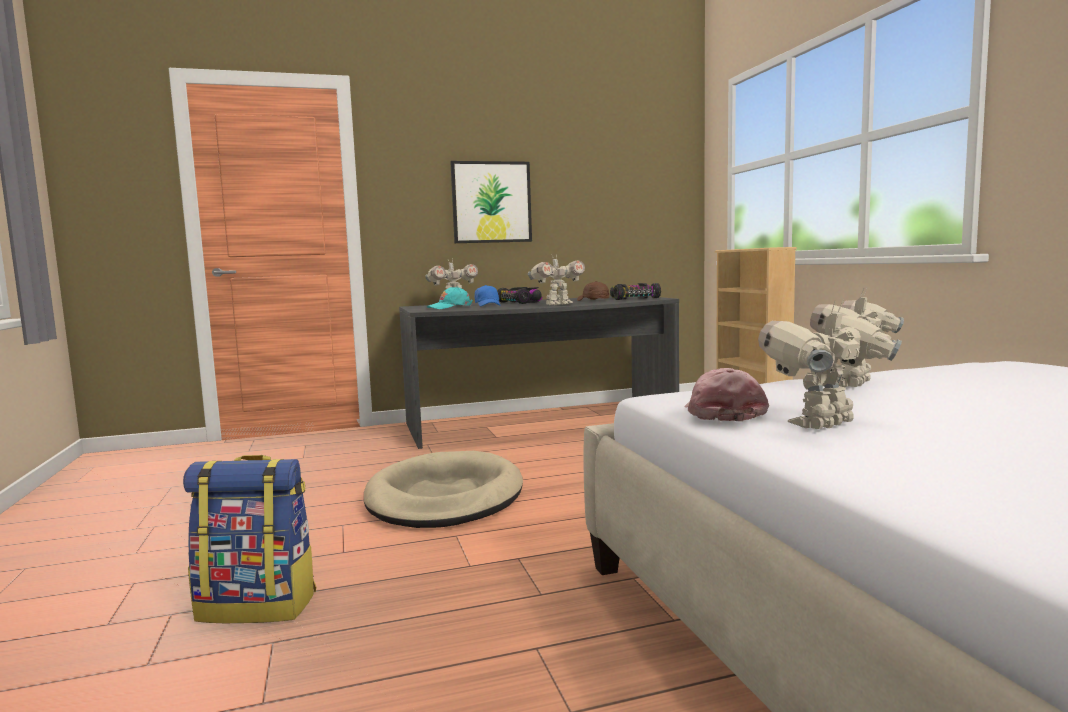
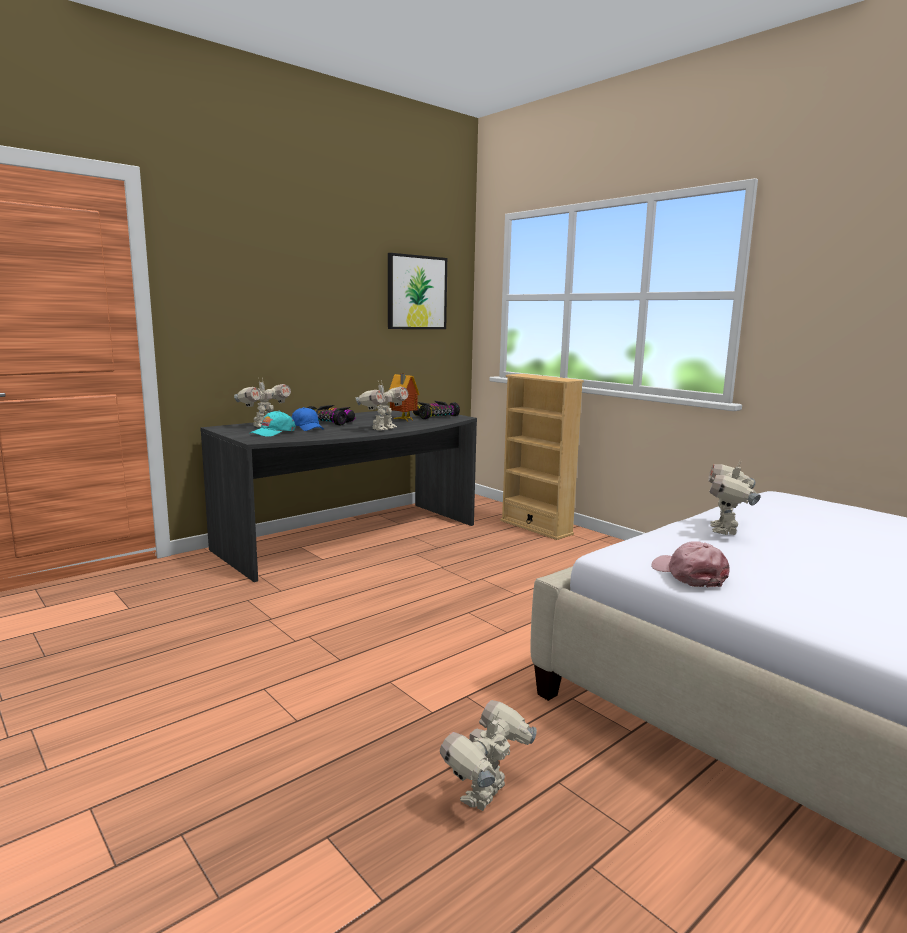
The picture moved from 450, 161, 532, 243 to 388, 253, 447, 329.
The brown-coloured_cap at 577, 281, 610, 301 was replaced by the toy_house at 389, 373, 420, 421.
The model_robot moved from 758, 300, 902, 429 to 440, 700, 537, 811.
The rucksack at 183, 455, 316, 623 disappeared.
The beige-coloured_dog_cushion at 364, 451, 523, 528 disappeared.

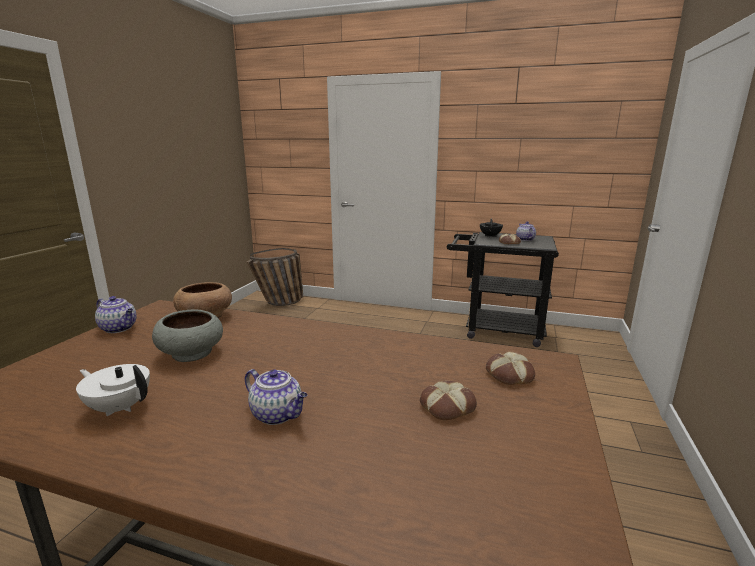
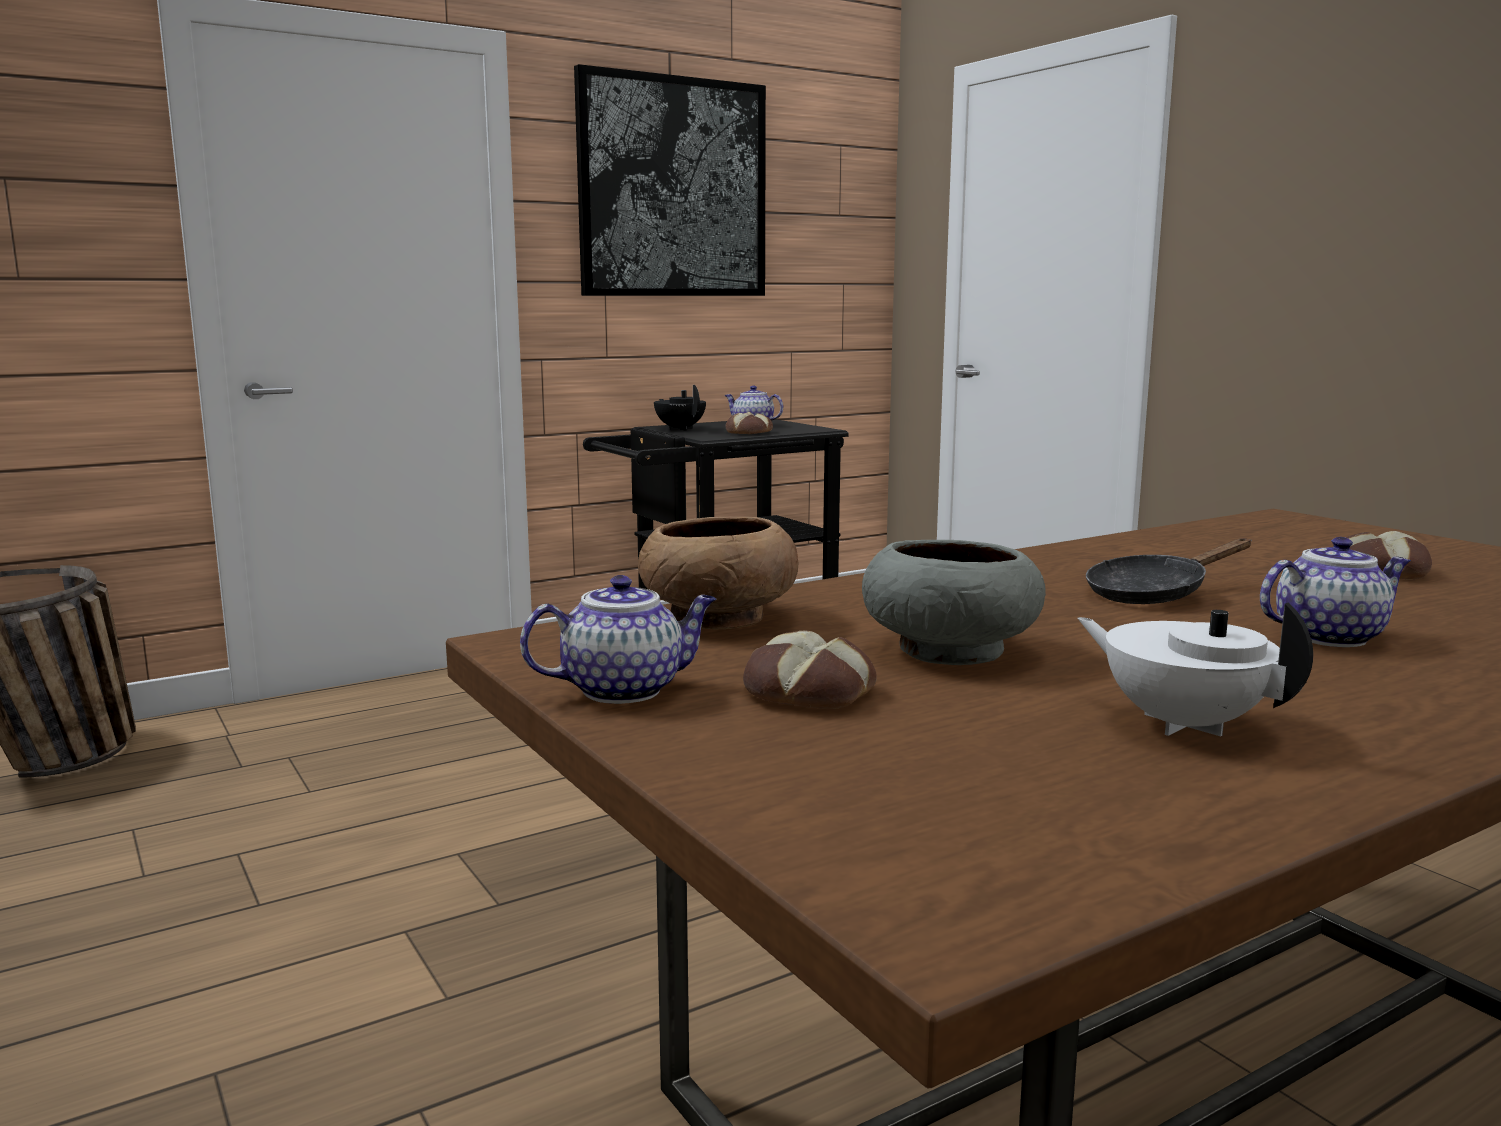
The picture at 574, 64, 766, 296 appeared.
The bakery_bread moved from 486, 351, 535, 385 to 743, 631, 877, 709.
The white_teapot at 76, 364, 150, 416 turned 75 degrees clockwise.
The blackish_pan at 1086, 538, 1252, 604 appeared.

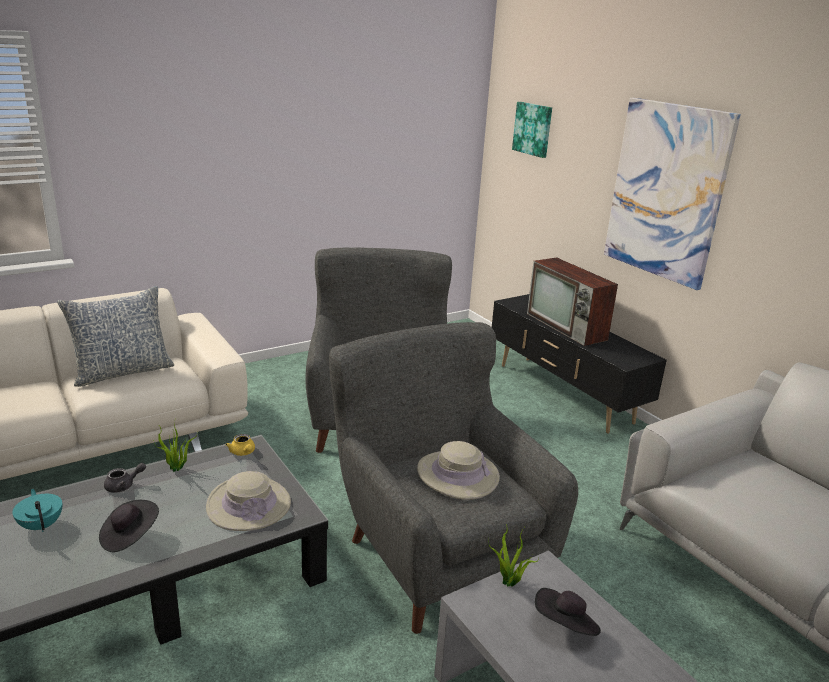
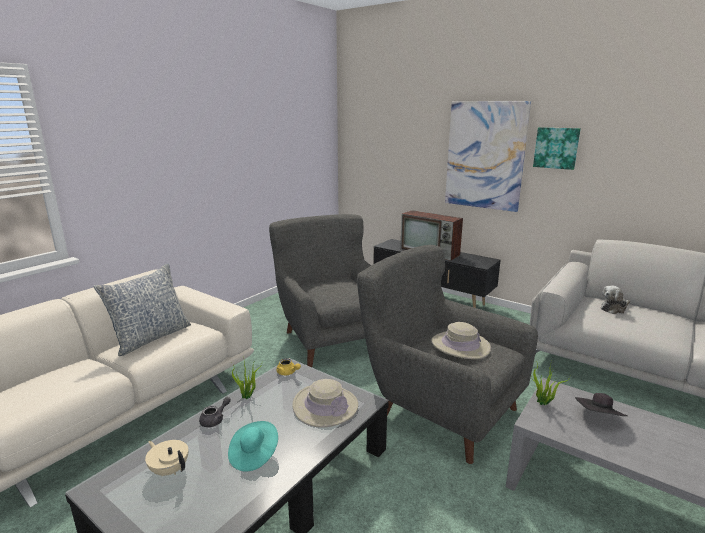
The turquoise-coloured_teapot at 12, 489, 62, 532 became the beige-coloured_teapot at 145, 440, 188, 476.
The blackish_wearable_hat at 99, 500, 159, 552 became the turquoise-coloured_wearable_hat at 228, 421, 278, 472.
The picture moved from 512, 102, 552, 158 to 533, 127, 581, 170.
The plush_toy at 601, 286, 630, 314 appeared.

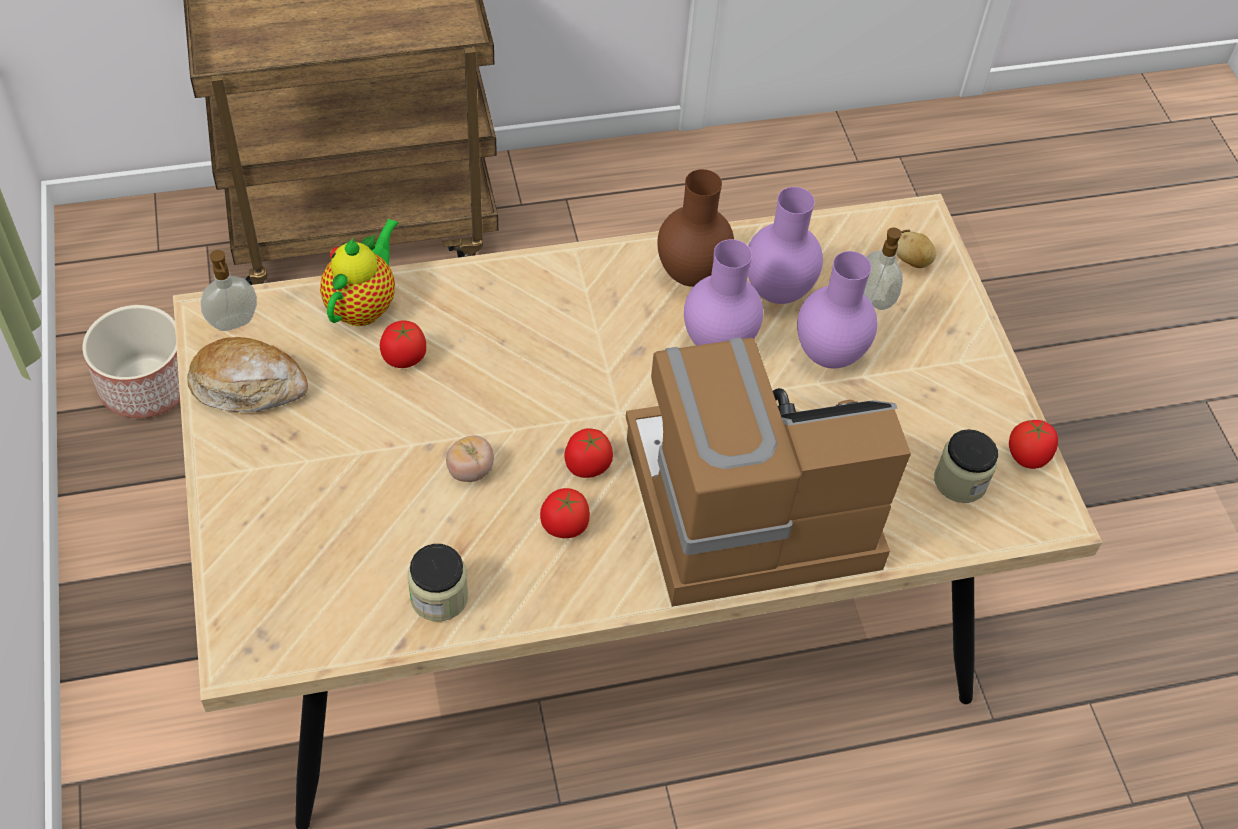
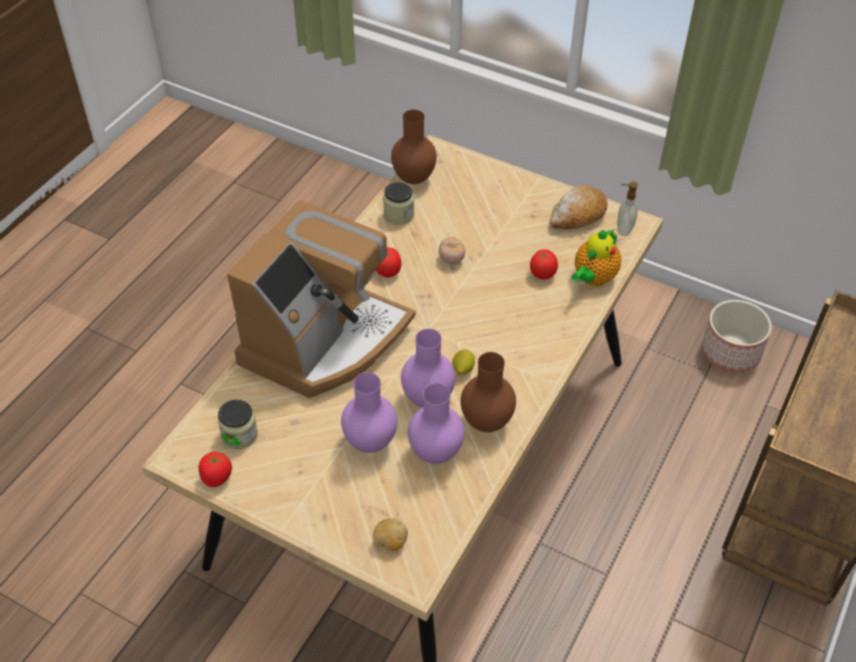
The brown-coloured_decorative_vase at 391, 110, 437, 184 appeared.
The whole_lemon at 452, 349, 475, 375 appeared.
The teapot at 320, 218, 399, 326 turned 60 degrees clockwise.
The fresh_tomato at 564, 428, 613, 478 disappeared.
The soap_bottle at 864, 228, 910, 310 disappeared.

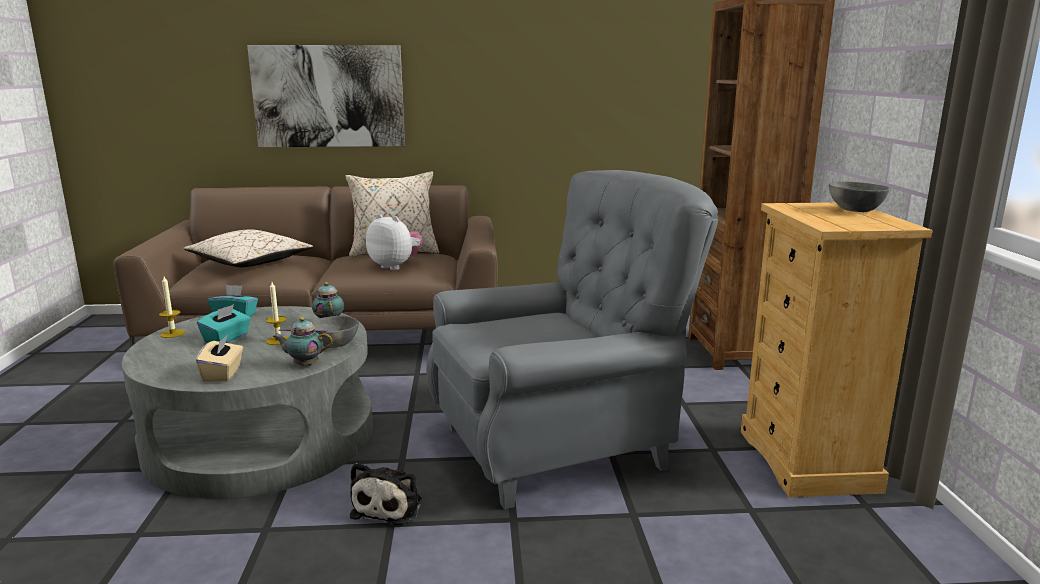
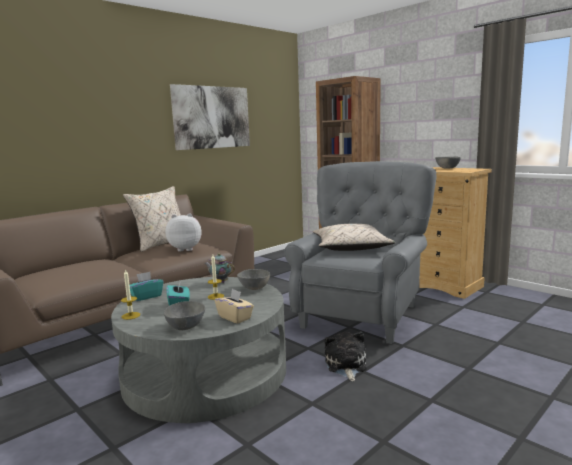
The greyish_bowl at 164, 301, 205, 330 appeared.
The picture moved from 247, 45, 405, 147 to 170, 84, 250, 150.
The beige-coloured_pillow moved from 183, 229, 313, 267 to 313, 224, 395, 251.
The plush_toy at 350, 463, 422, 525 turned 150 degrees counterclockwise.
The teapot at 273, 317, 333, 366 disappeared.

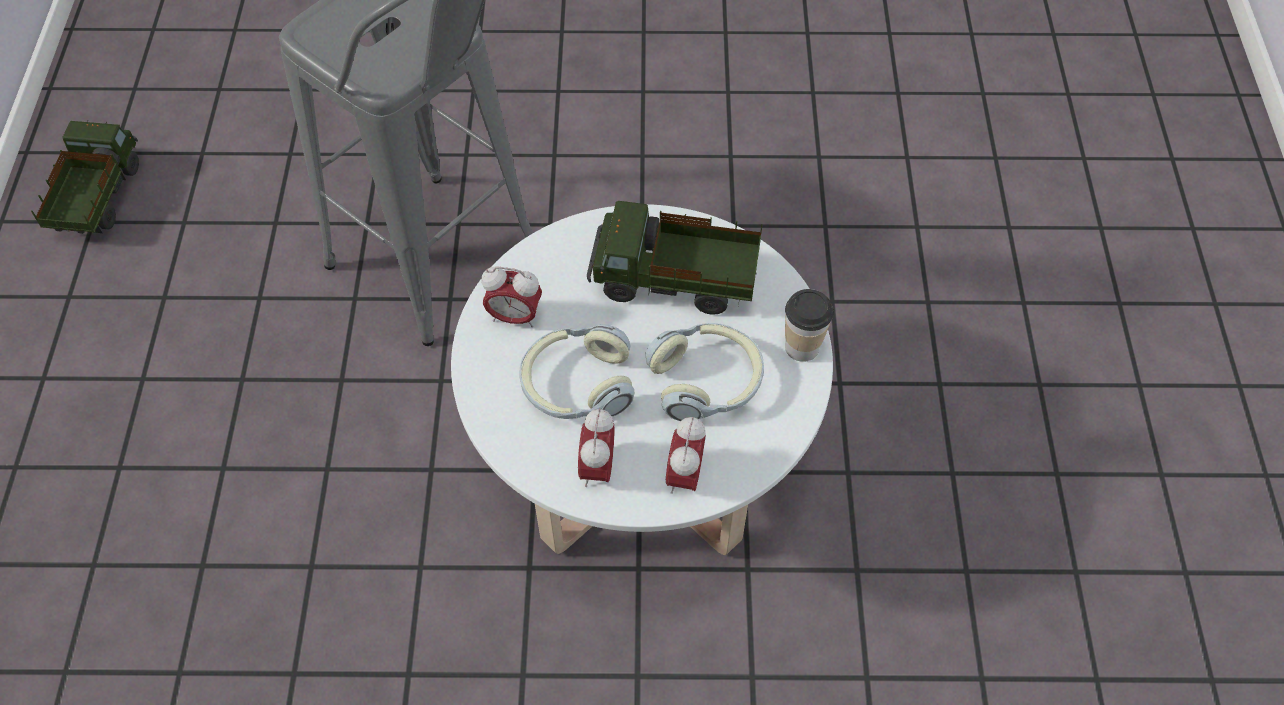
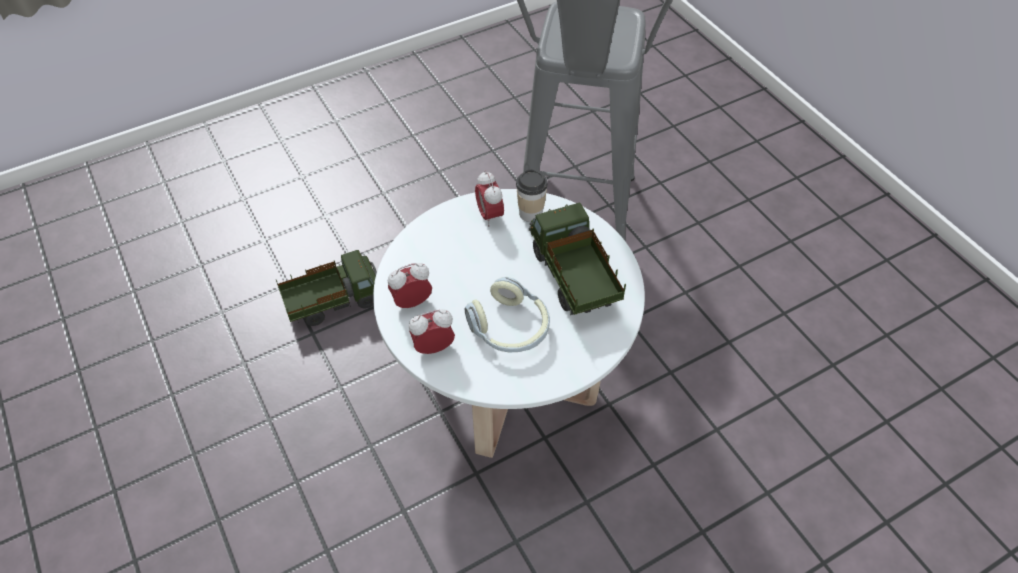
The toy_lorry moved from 31, 120, 139, 234 to 276, 250, 377, 326.
The drinking_cup moved from 785, 289, 833, 362 to 516, 170, 548, 222.
The pair_of_headphones at 520, 324, 634, 419 disappeared.

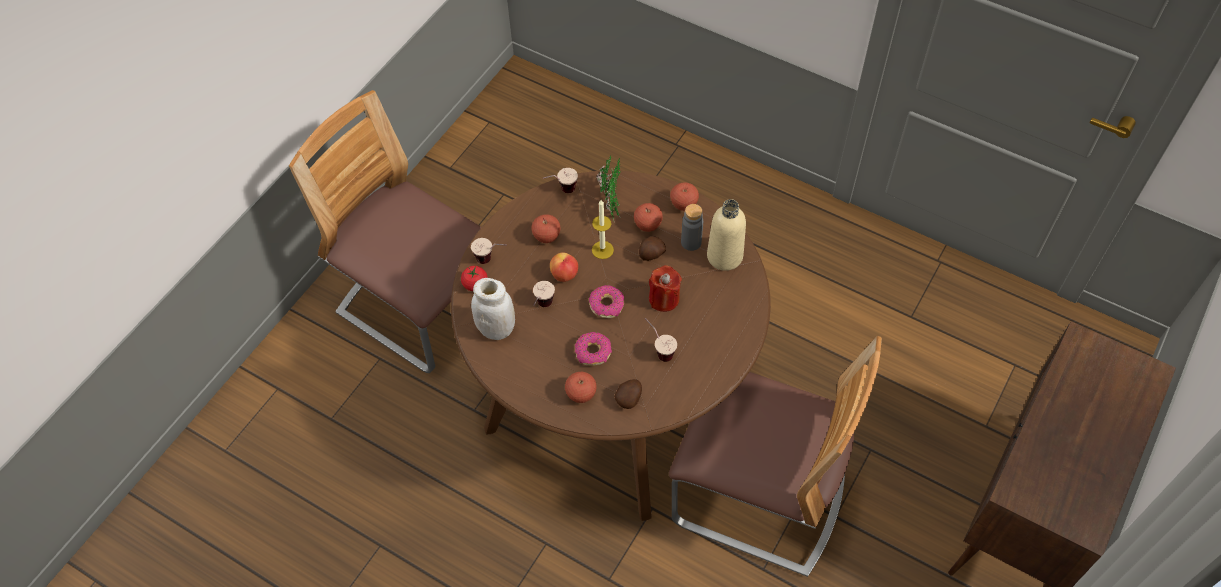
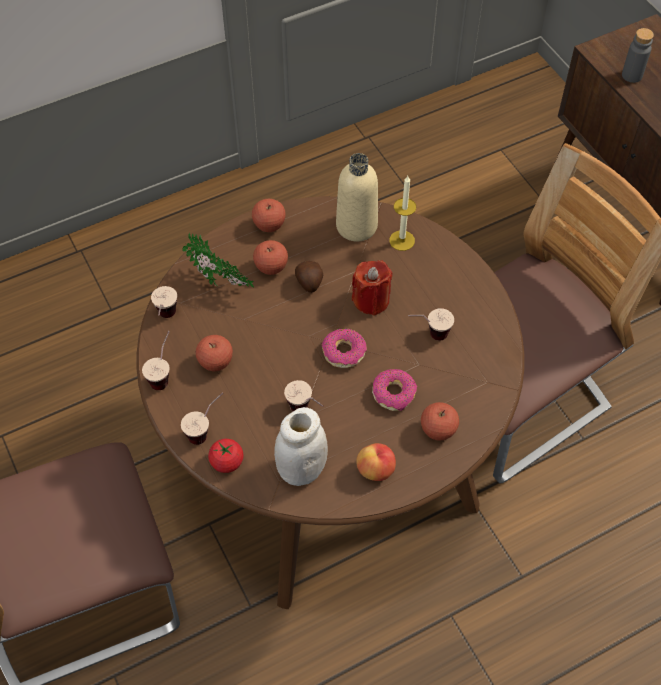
The drinking_cup at 142, 331, 170, 390 appeared.
The whole_apple moved from 550, 252, 578, 282 to 356, 443, 396, 481.
The wax_candle moved from 592, 200, 614, 259 to 389, 176, 416, 251.
The greyish_drink_bottle moved from 681, 204, 703, 251 to 622, 28, 654, 83.
The spud at 614, 379, 642, 409 disappeared.

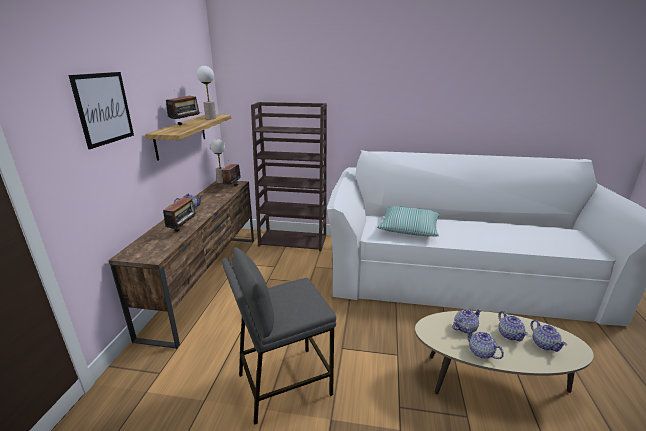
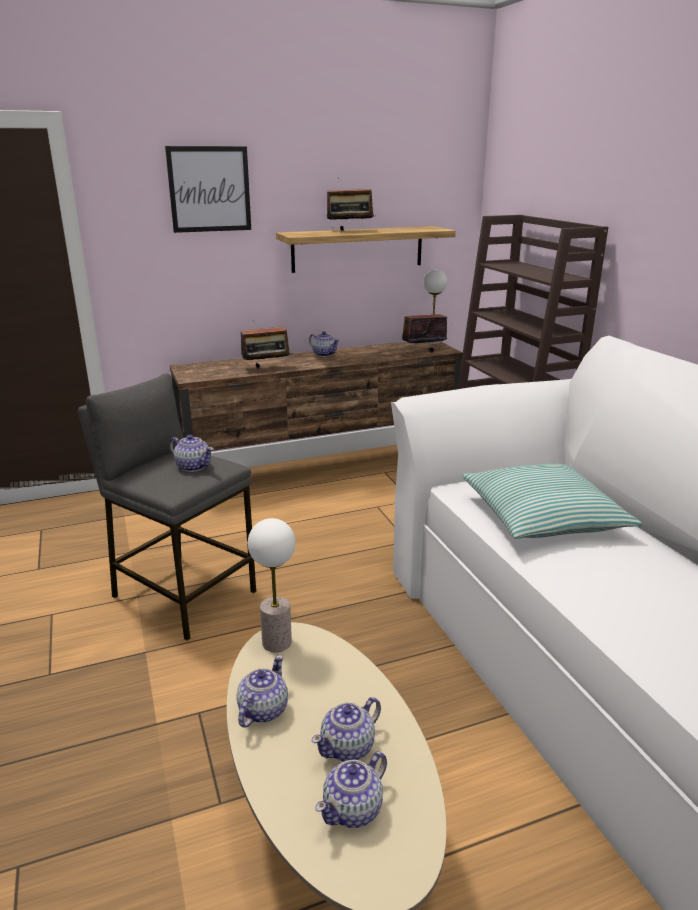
The teapot moved from 452, 309, 482, 334 to 169, 435, 214, 472.
The tabletop_lamp moved from 197, 66, 216, 119 to 248, 518, 296, 652.

